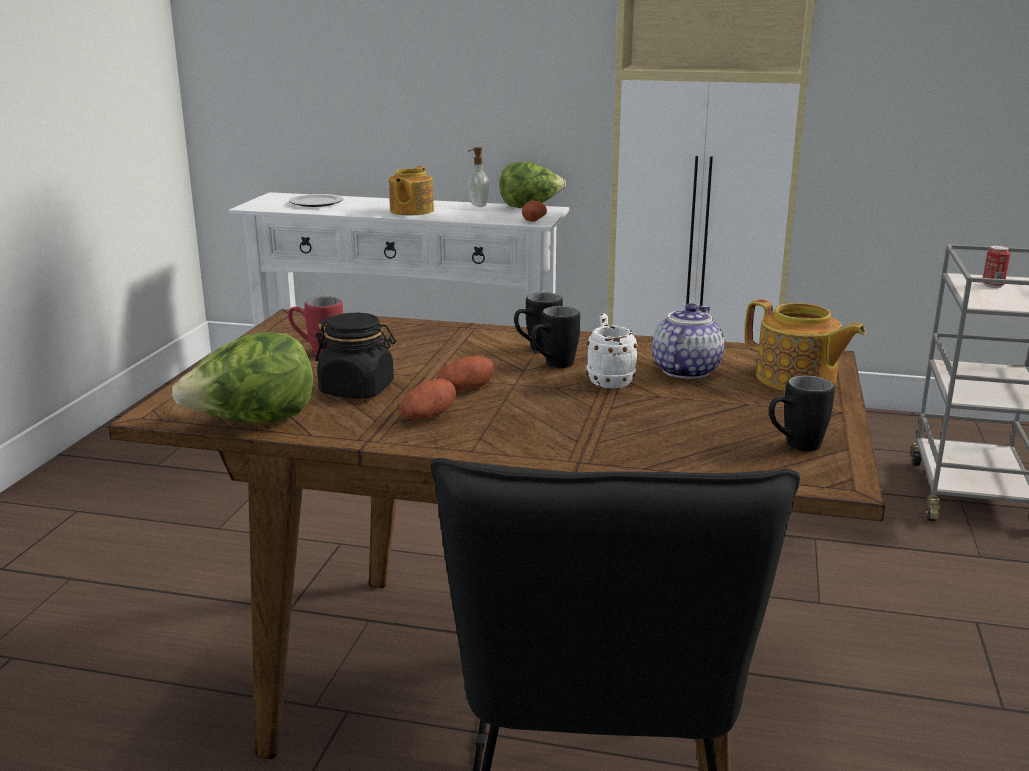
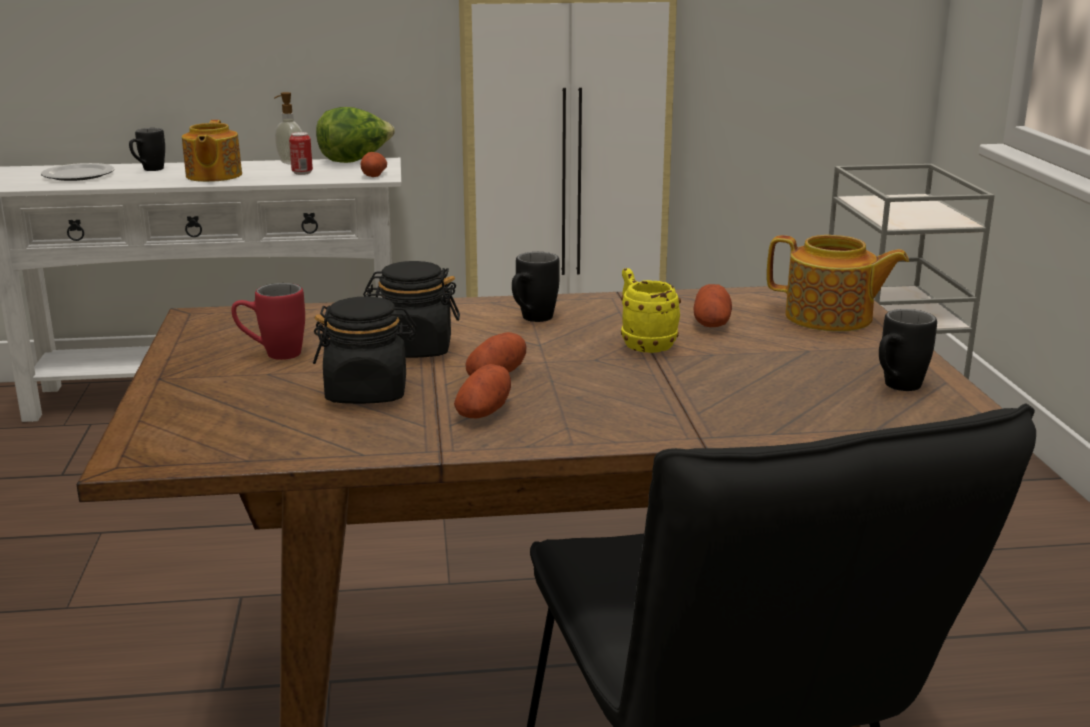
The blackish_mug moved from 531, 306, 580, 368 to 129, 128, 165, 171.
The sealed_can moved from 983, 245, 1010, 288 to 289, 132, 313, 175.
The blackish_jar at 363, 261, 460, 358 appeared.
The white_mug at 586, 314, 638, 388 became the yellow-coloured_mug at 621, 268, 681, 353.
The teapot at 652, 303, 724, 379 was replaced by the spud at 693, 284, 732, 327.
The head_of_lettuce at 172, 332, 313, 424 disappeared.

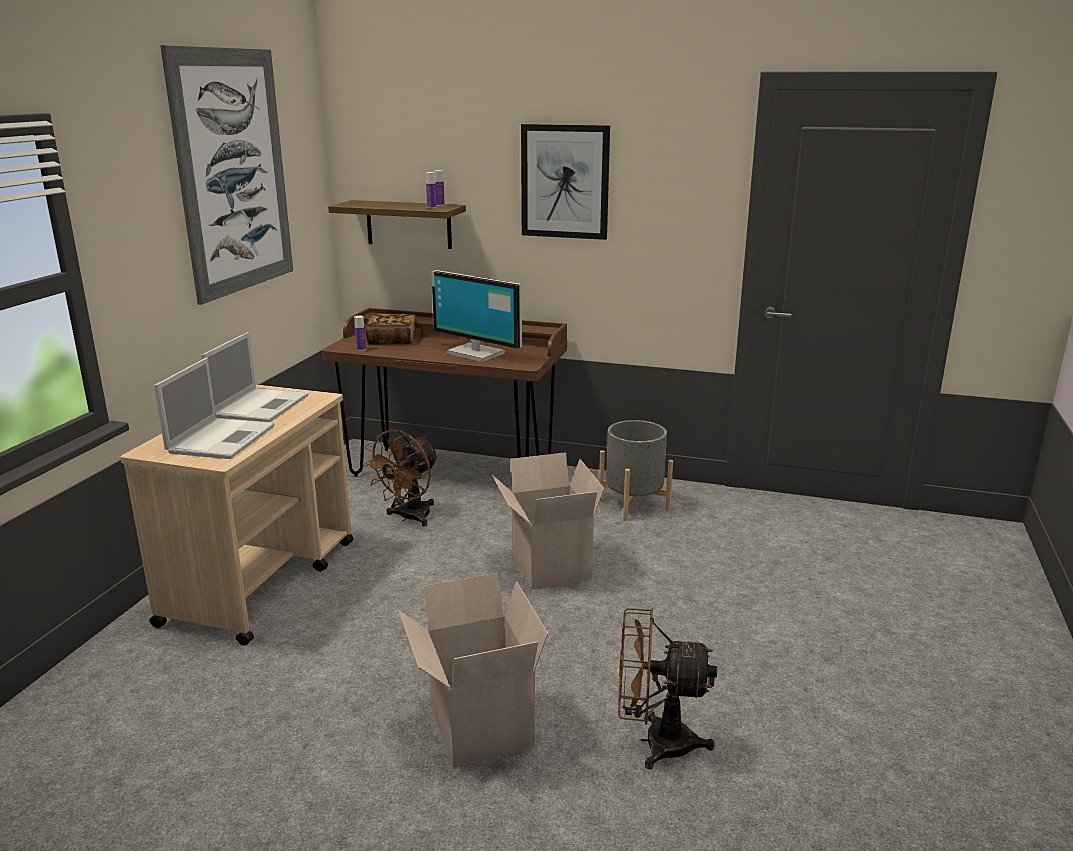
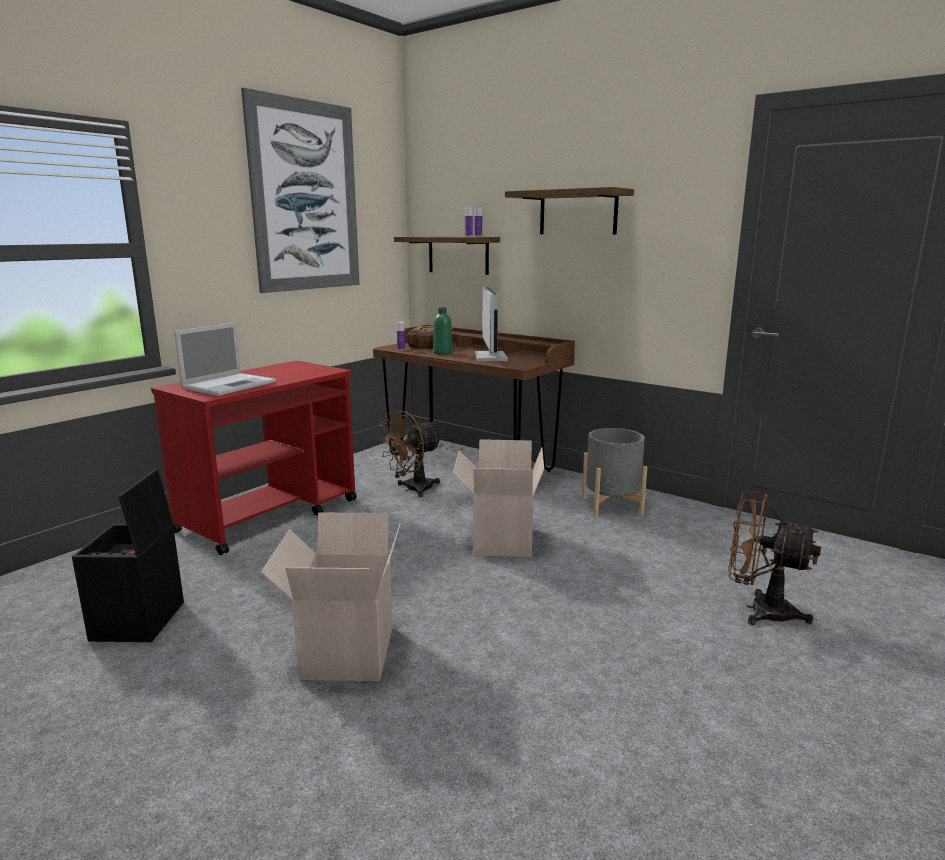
The blackish_storage_bin at 72, 469, 184, 642 appeared.
The beige-coloured_cart at 120, 384, 354, 646 became the red-coloured_cart at 151, 361, 357, 555.
The greenish_drink_bottle at 433, 307, 453, 355 appeared.
The computer_display at 431, 270, 522, 362 turned 150 degrees counterclockwise.
The picture at 521, 124, 610, 240 was replaced by the shelf at 505, 187, 634, 235.
The brown-coloured_electric_fan moved from 618, 608, 717, 769 to 728, 491, 821, 625.
The portable_computer at 201, 332, 308, 422 disappeared.

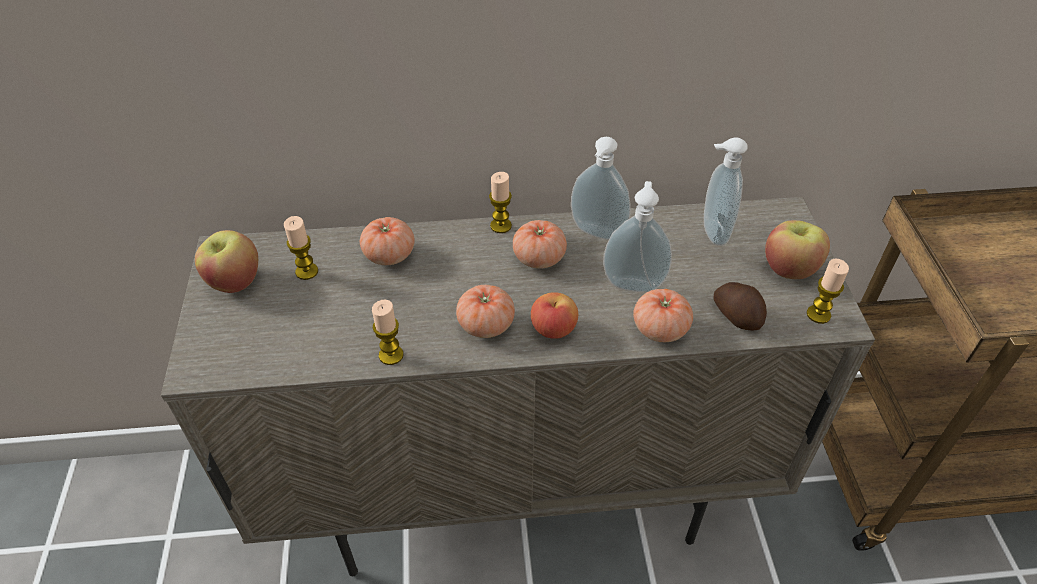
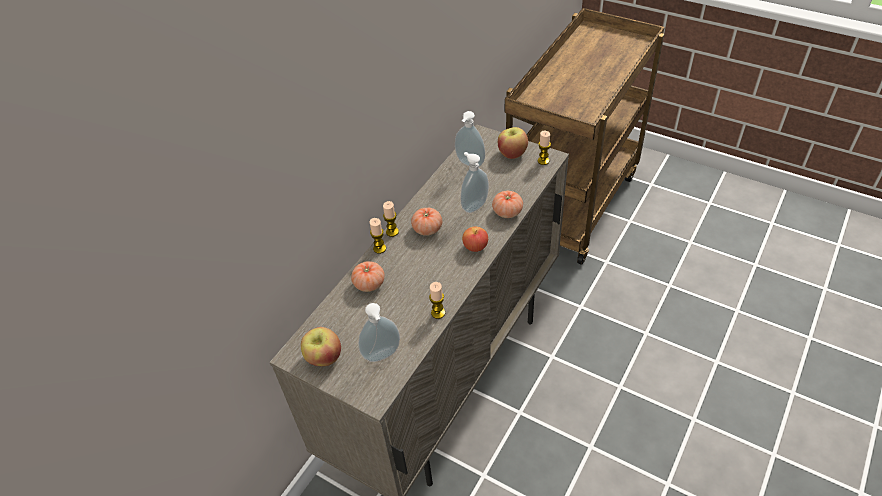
The soap_bottle moved from 571, 137, 630, 240 to 358, 303, 400, 362.
The wax_candle moved from 284, 216, 318, 280 to 370, 218, 386, 254.
The fresh_tomato at 456, 285, 515, 338 disappeared.
The spud at 713, 282, 767, 331 disappeared.

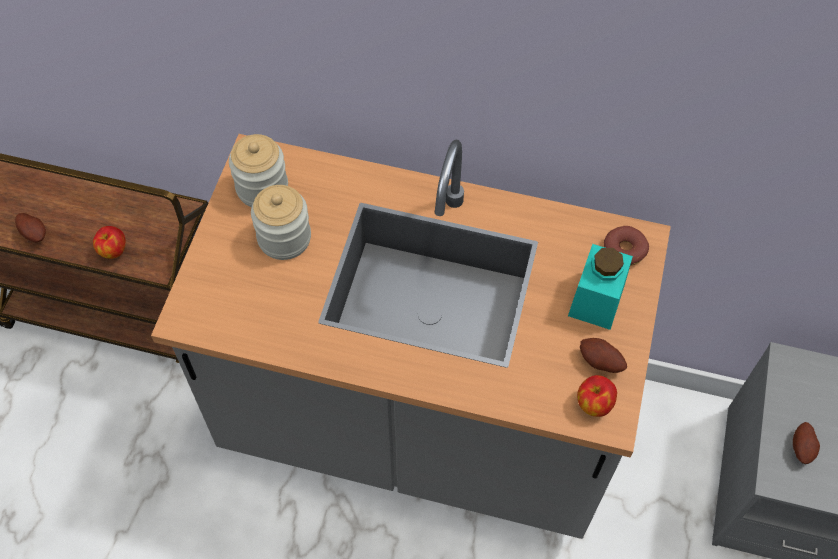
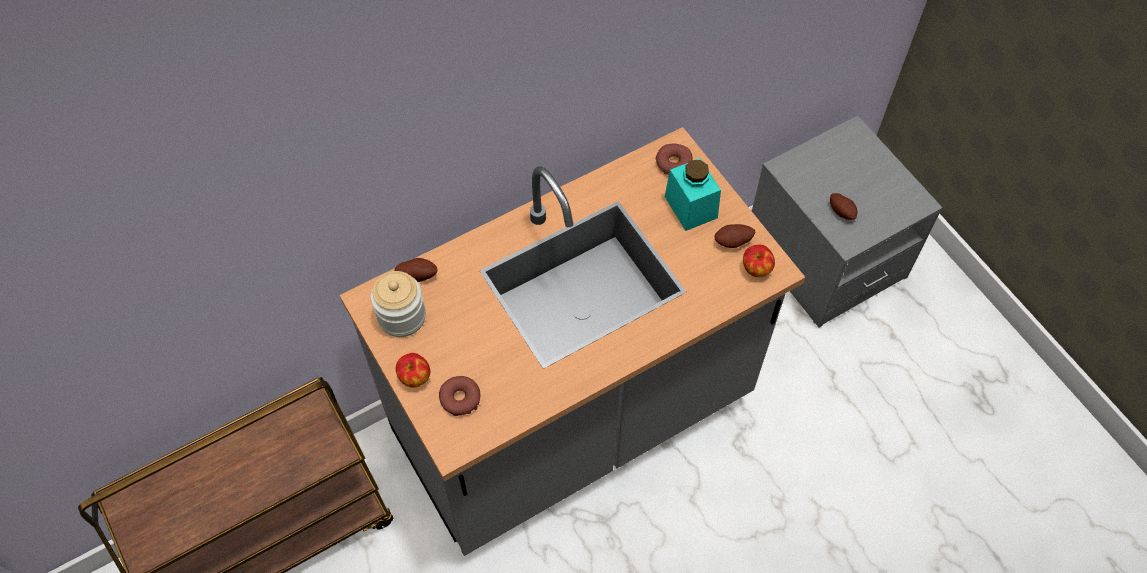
The spud moved from 15, 213, 46, 242 to 394, 258, 438, 282.
The whole_apple moved from 93, 226, 126, 259 to 396, 353, 430, 388.
The donut at 439, 376, 480, 416 appeared.
The jar at 251, 185, 311, 260 disappeared.

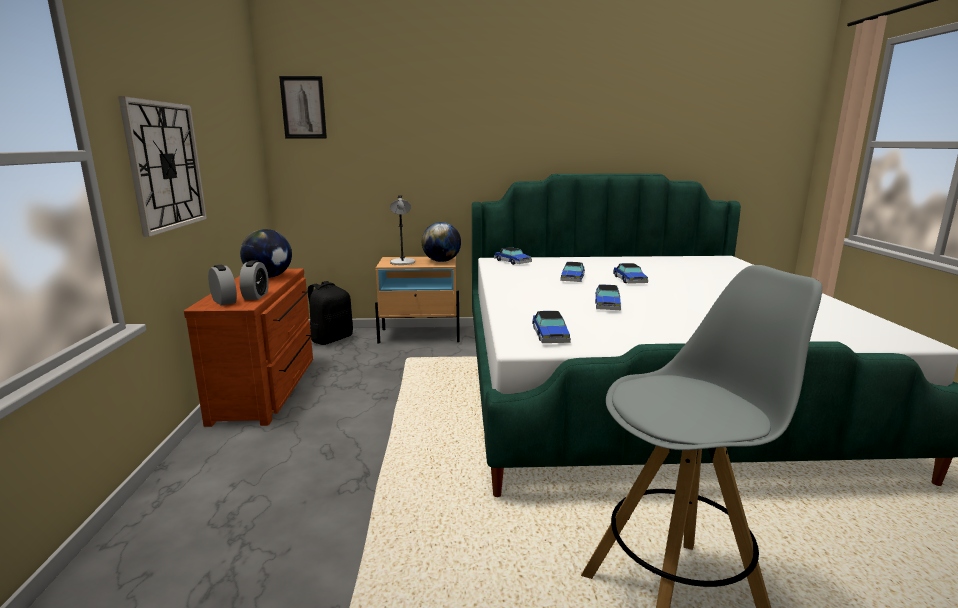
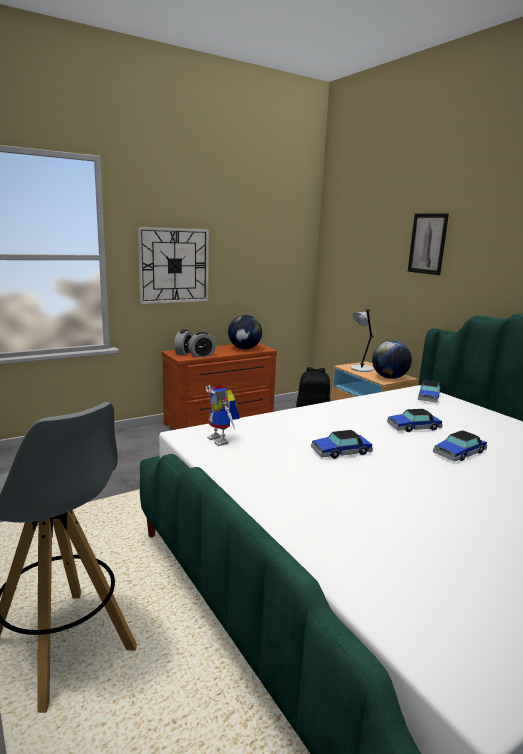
The model_car at 532, 311, 571, 343 was replaced by the model_robot at 205, 385, 240, 446.
The picture moved from 279, 76, 327, 139 to 408, 213, 449, 275.

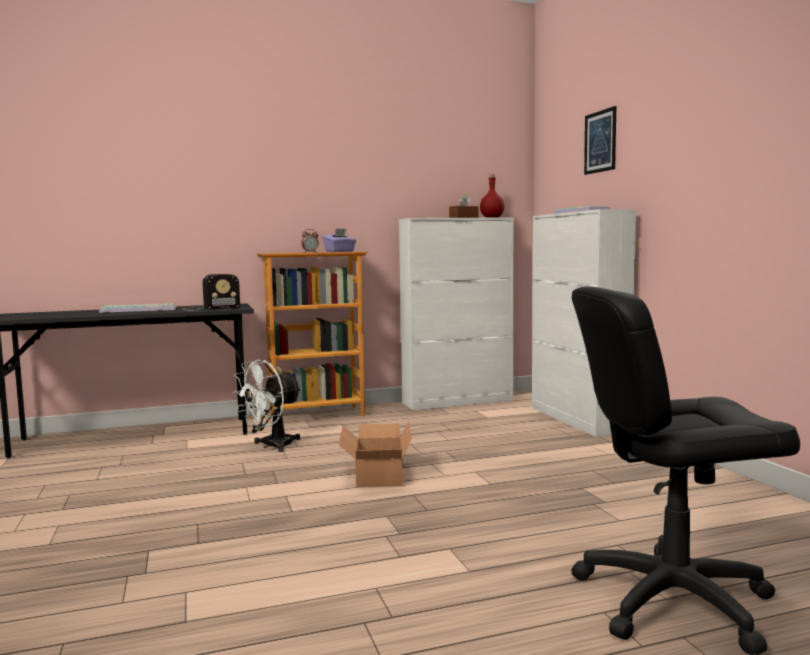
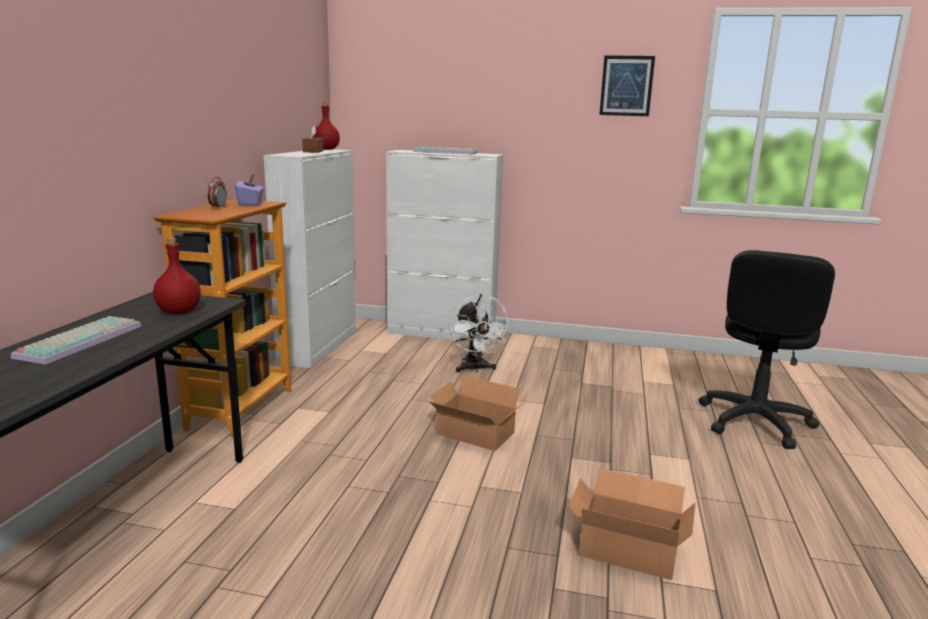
The radio_set at 182, 274, 240, 311 was replaced by the red-coloured_drink_bottle at 153, 238, 201, 314.
The white_electric_fan moved from 232, 359, 302, 452 to 449, 294, 511, 372.
The carton at 569, 468, 696, 580 appeared.
The picture moved from 584, 106, 616, 175 to 599, 55, 655, 116.

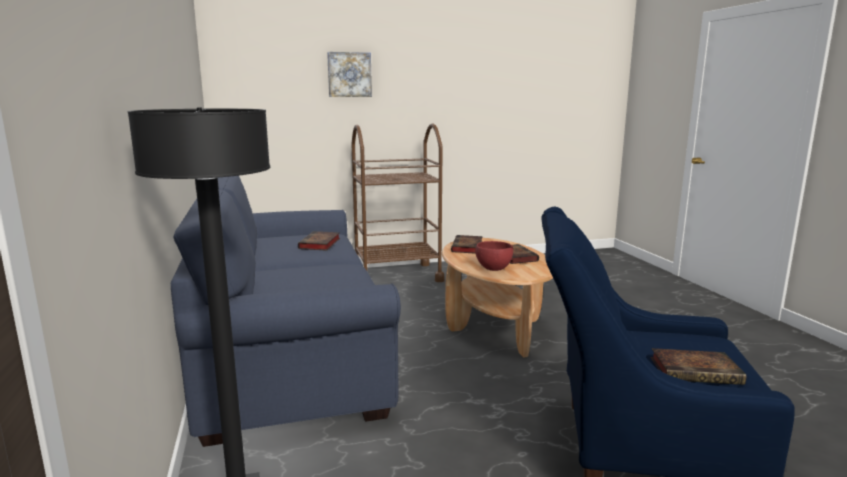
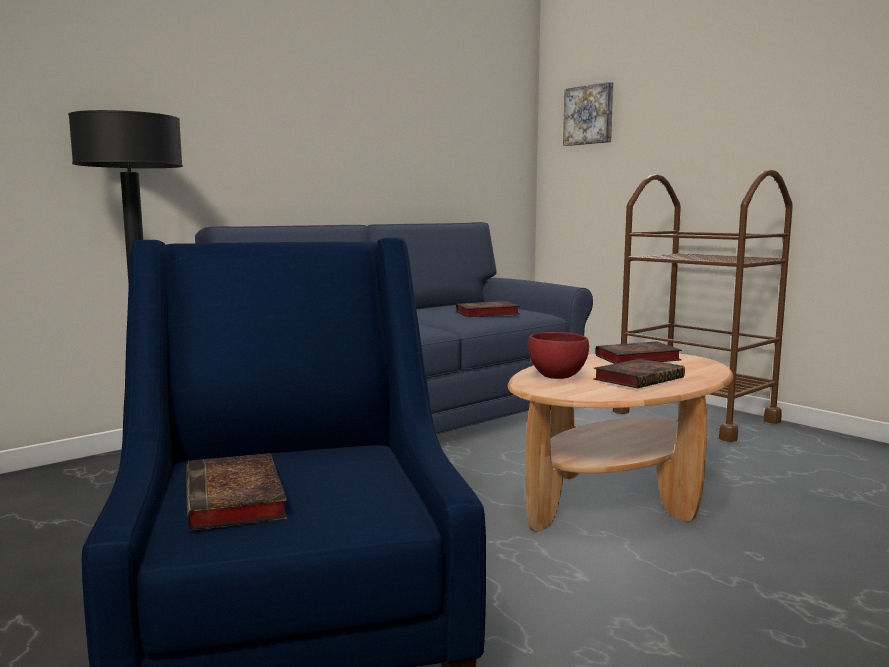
The picture moved from 327, 52, 372, 97 to 563, 82, 613, 146.

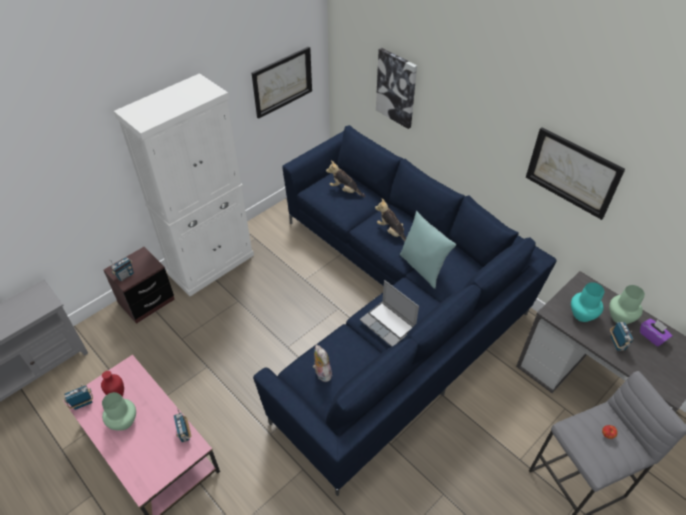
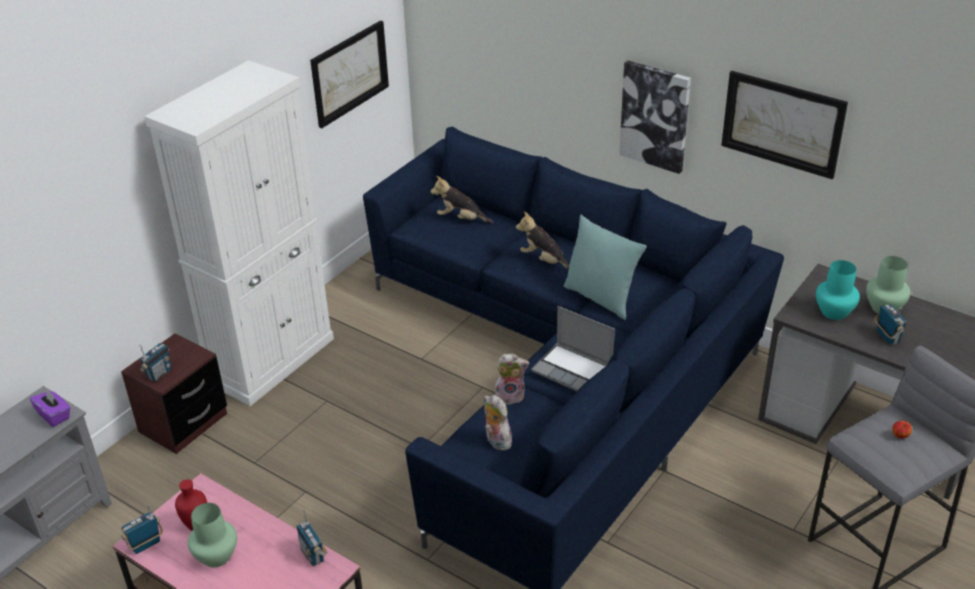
The purple-coloured_tissue_box moved from 640, 319, 672, 346 to 30, 389, 70, 427.
The plush_toy at 495, 354, 529, 405 appeared.
The picture moved from 376, 48, 417, 129 to 619, 60, 691, 174.

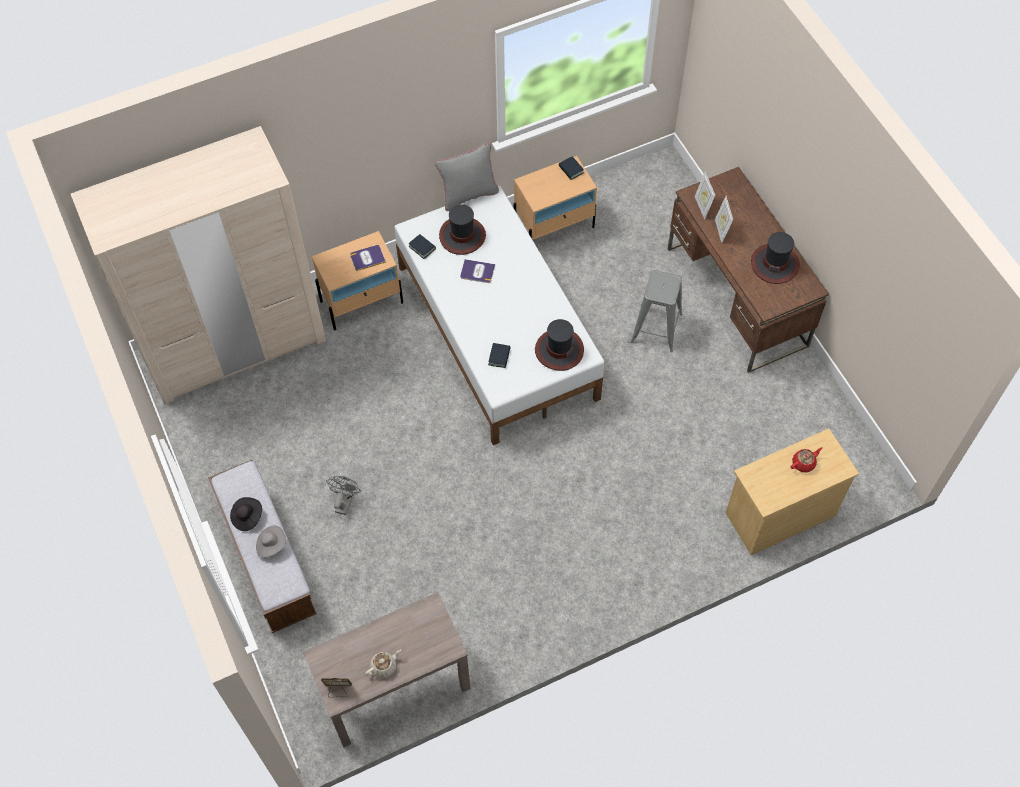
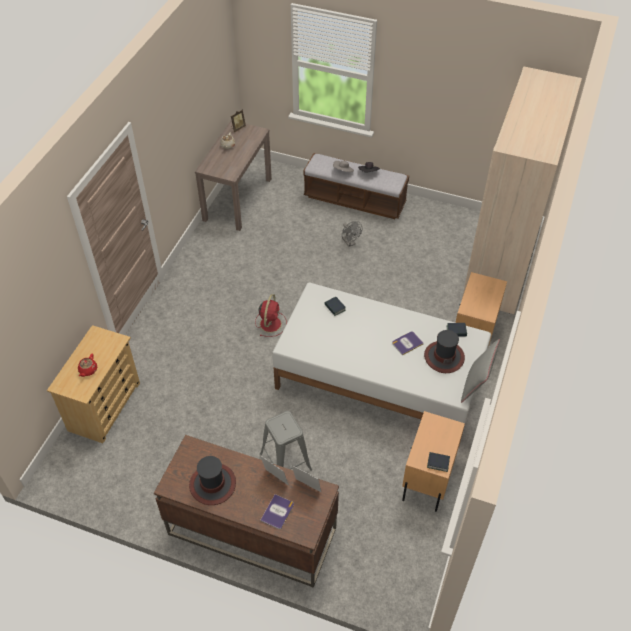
The red-coloured_electric_fan at 255, 294, 287, 337 appeared.
The bound_book moved from 350, 245, 386, 271 to 260, 494, 294, 529.
The wearable_hat at 535, 319, 584, 371 disappeared.

